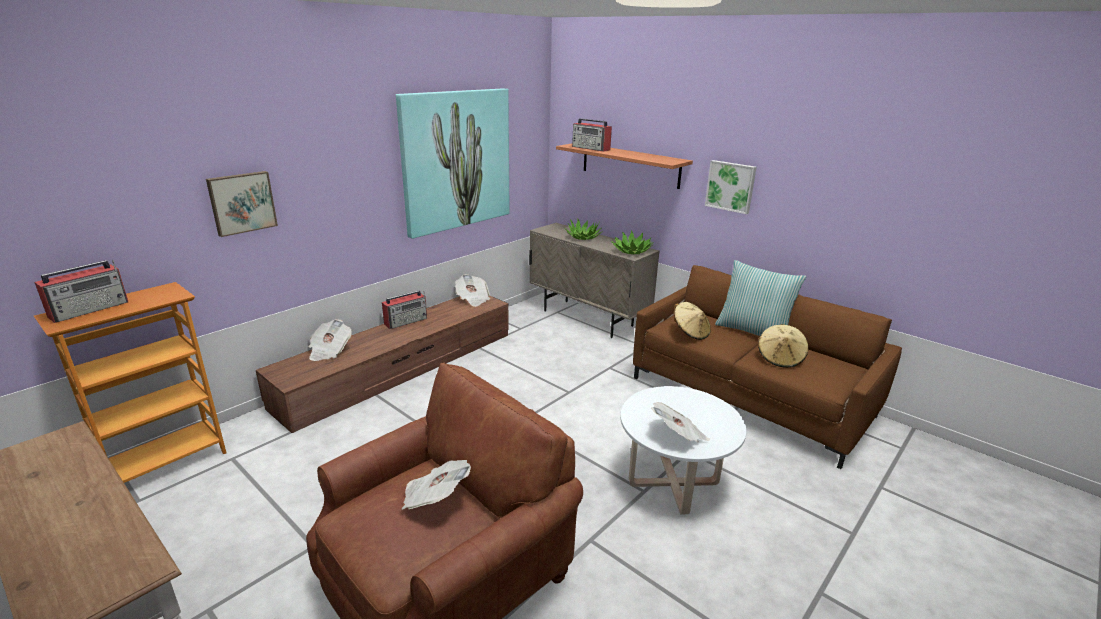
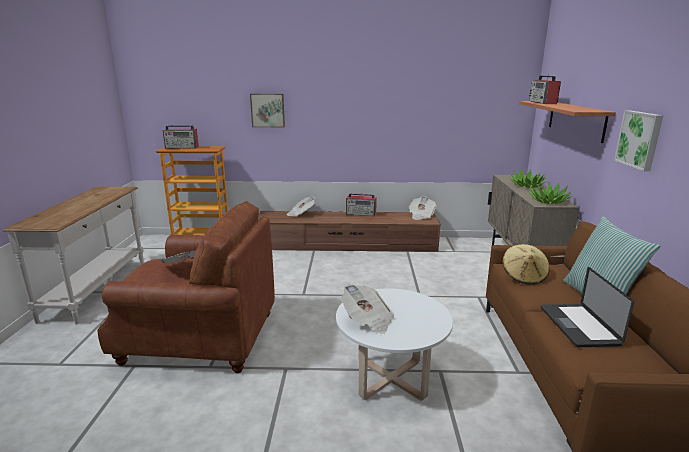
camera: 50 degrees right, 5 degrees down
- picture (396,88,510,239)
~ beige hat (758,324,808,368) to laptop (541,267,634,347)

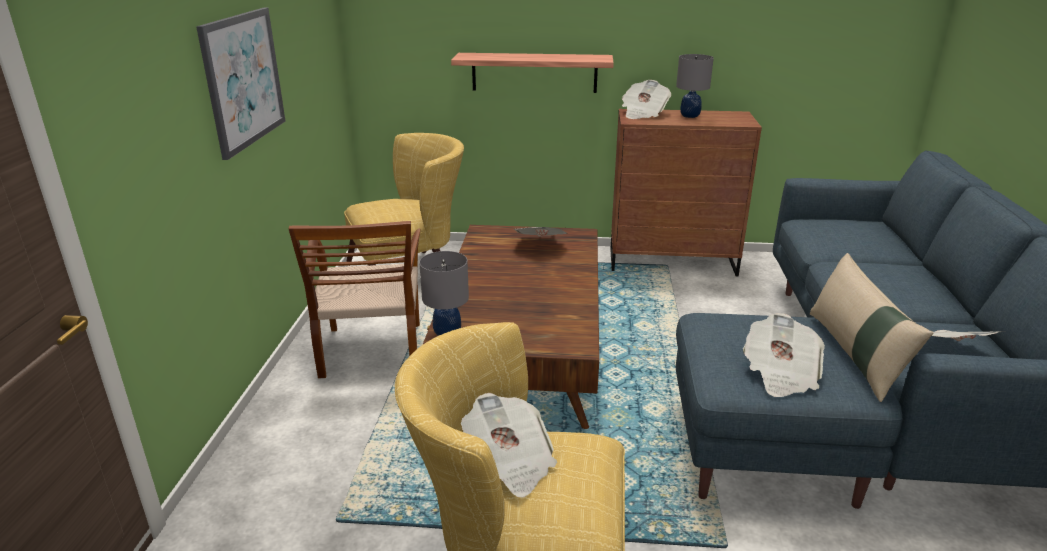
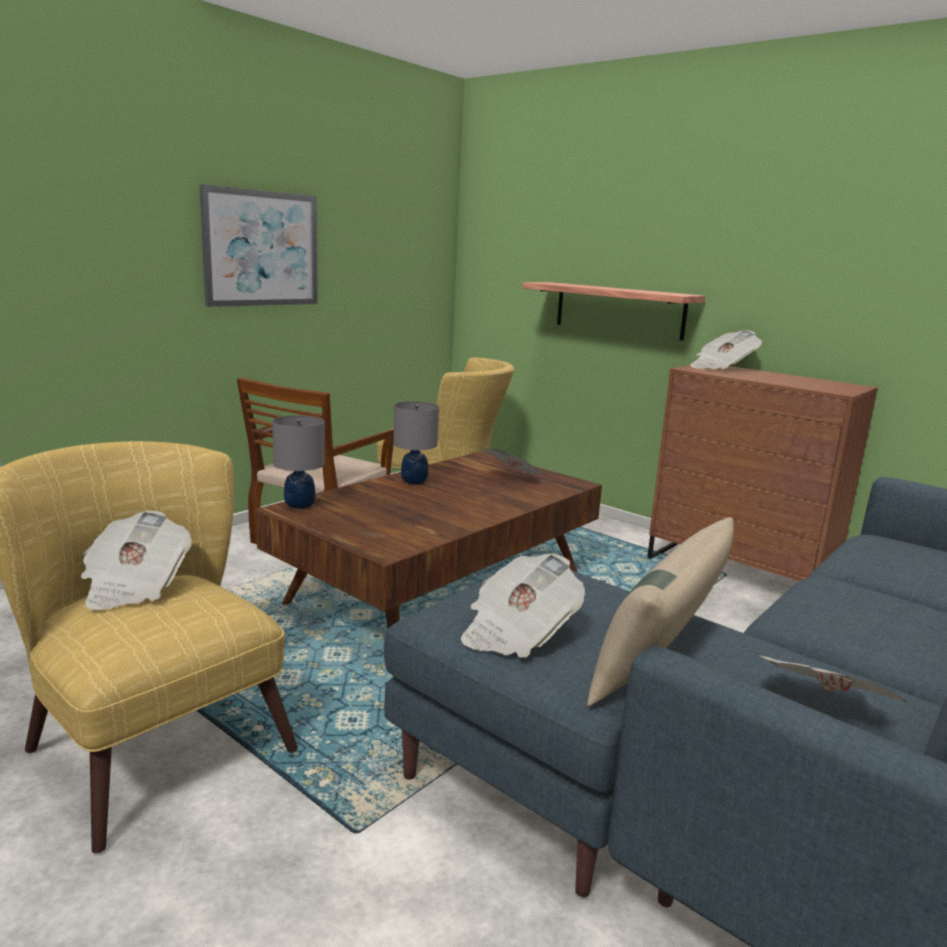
camera: 35 degrees right, 10 degrees down
~ grey table lamp (676,54,714,118) to (393,401,439,485)

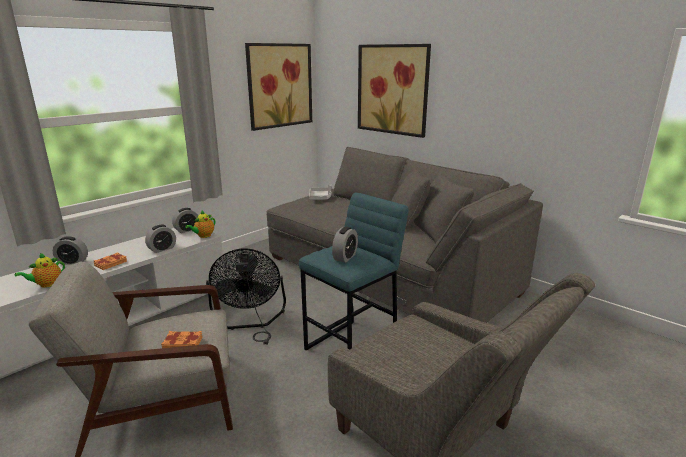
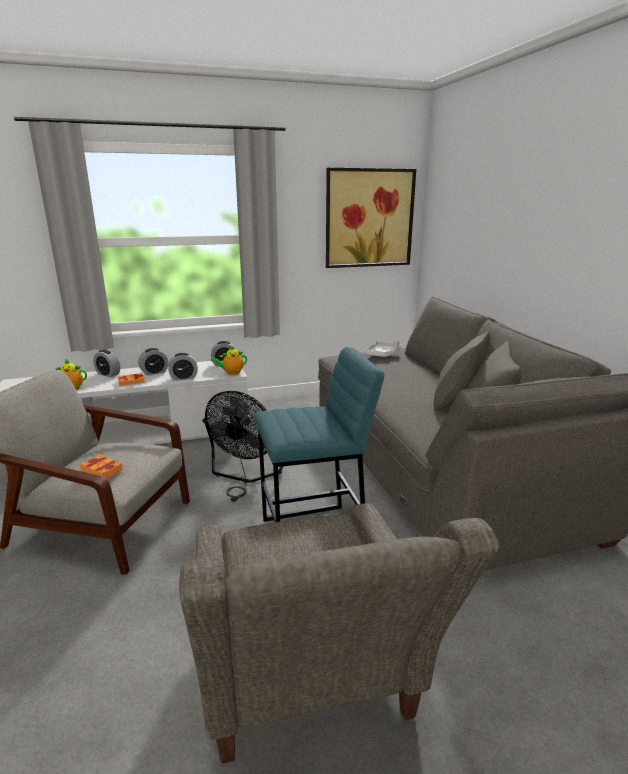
camera: 30 degrees right, 0 degrees up
~ alarm clock (332,227,358,263) to (138,348,168,376)
- picture (358,44,431,138)

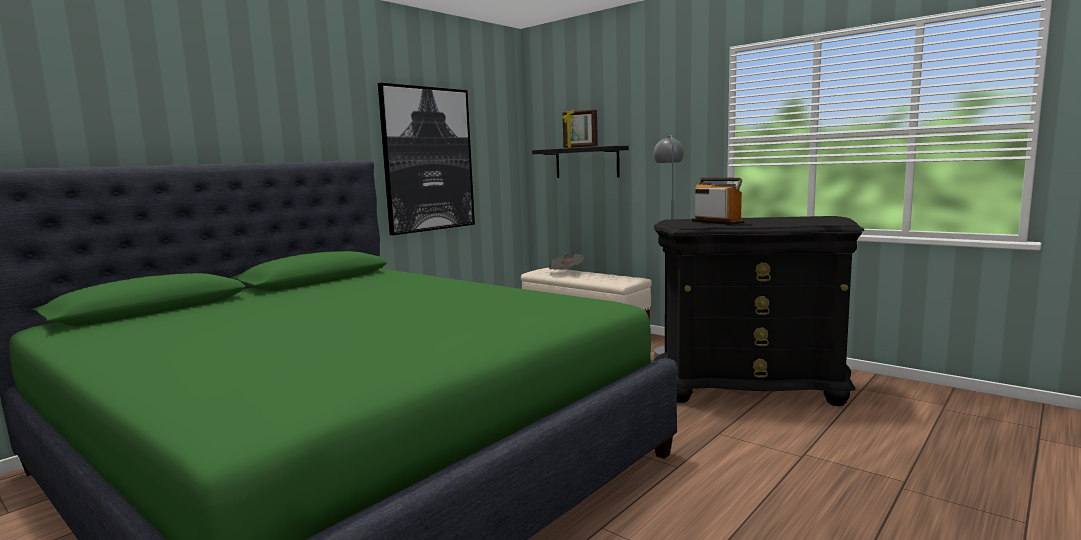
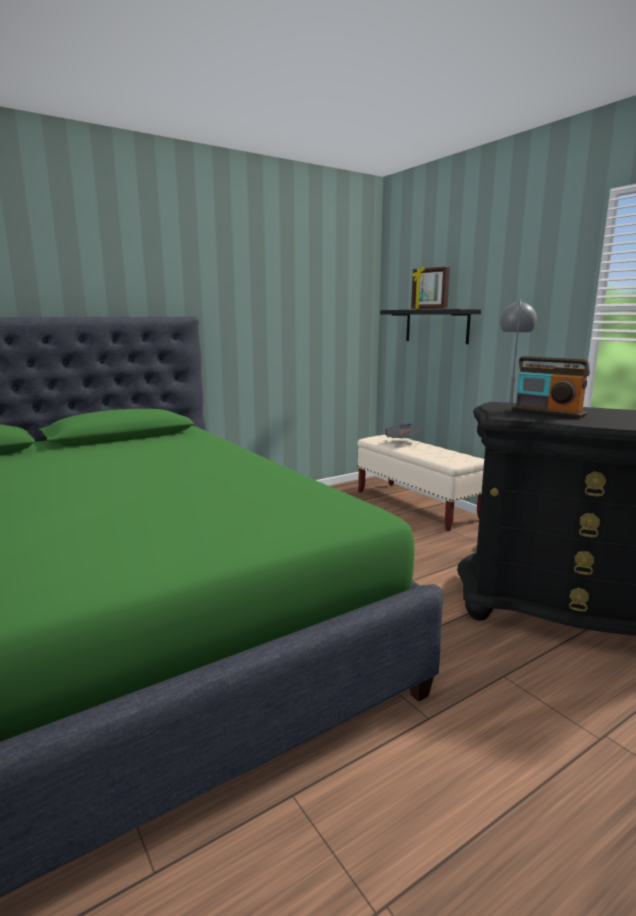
camera: 15 degrees right, 5 degrees up
- picture (378,83,475,235)
~ radio (692,178,744,225) = (512,356,590,419) 150 degrees clockwise

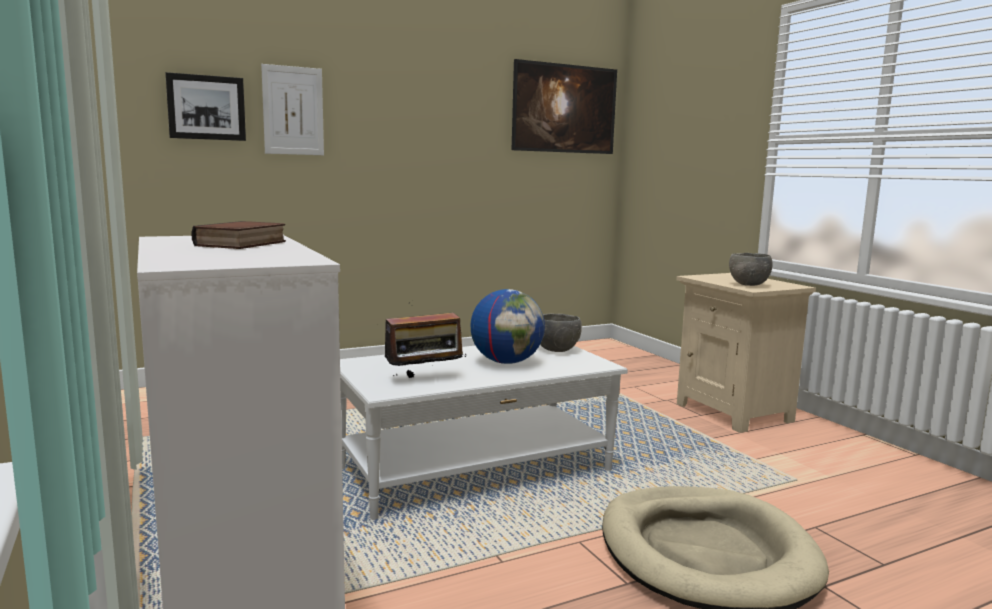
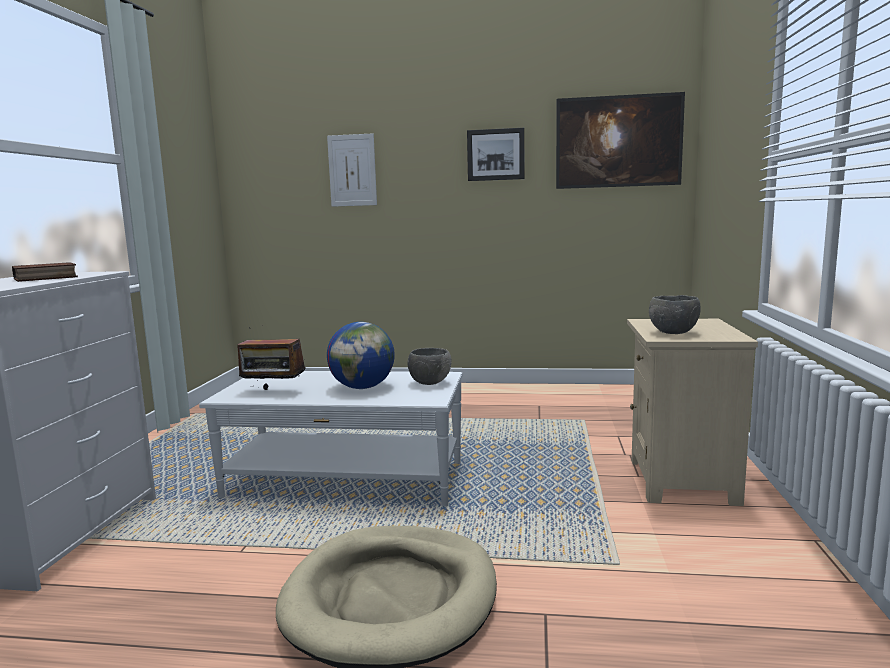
camera: 35 degrees right, 0 degrees up
~ picture (165,72,246,141) to (467,128,525,181)

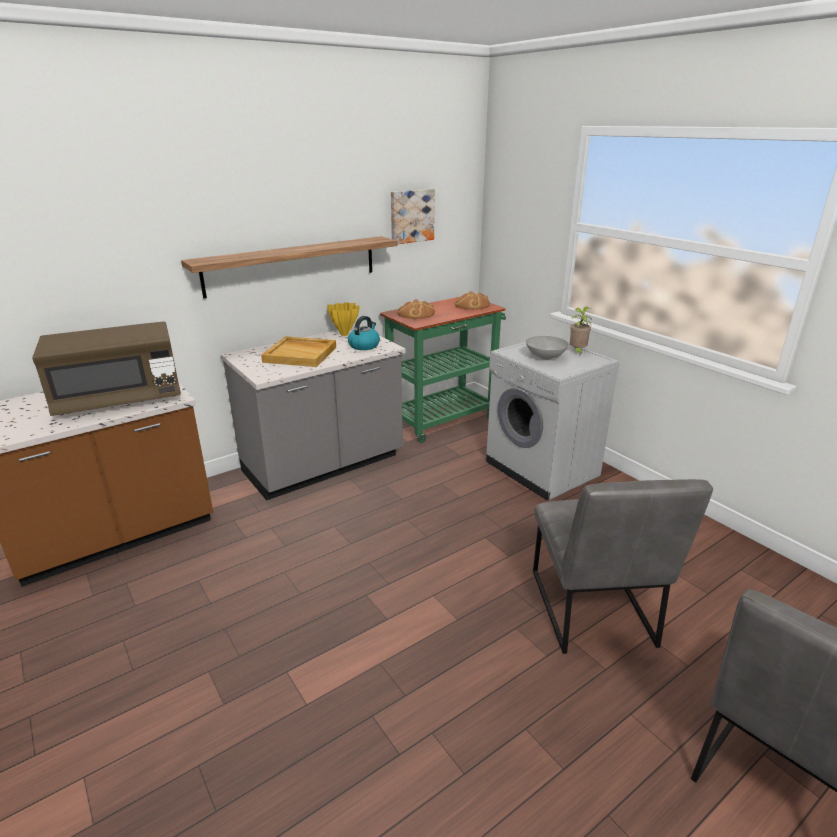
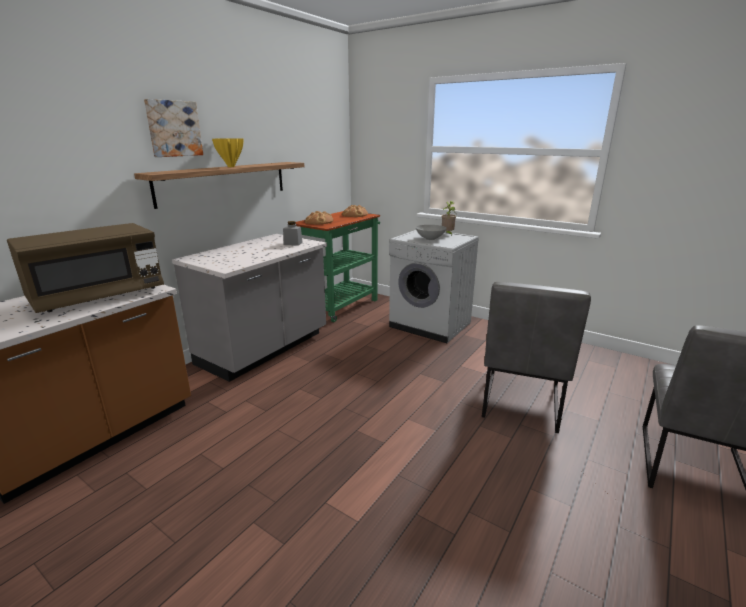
camera: 20 degrees left, 5 degrees down
- beige tray (261,336,336,367)
~ yellow vase (327,302,359,336) to (212,138,243,167)
~ kettle (348,316,380,350) to grey jar (283,221,303,246)
~ picture (391,189,435,244) to (144,99,203,157)
~ grey chair (533,479,713,654) = (482,282,591,433) 45 degrees clockwise

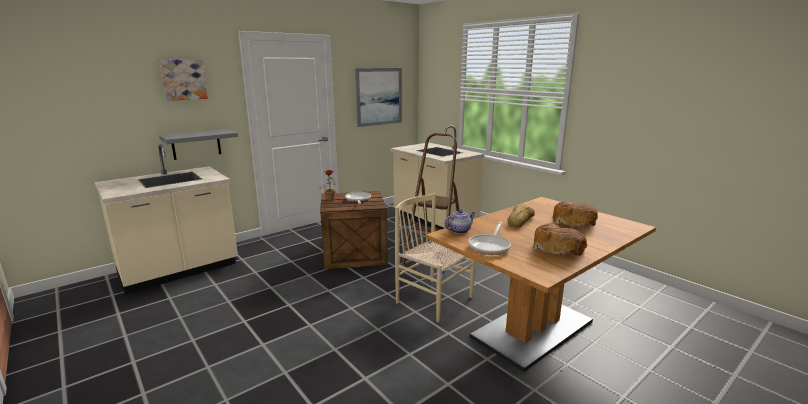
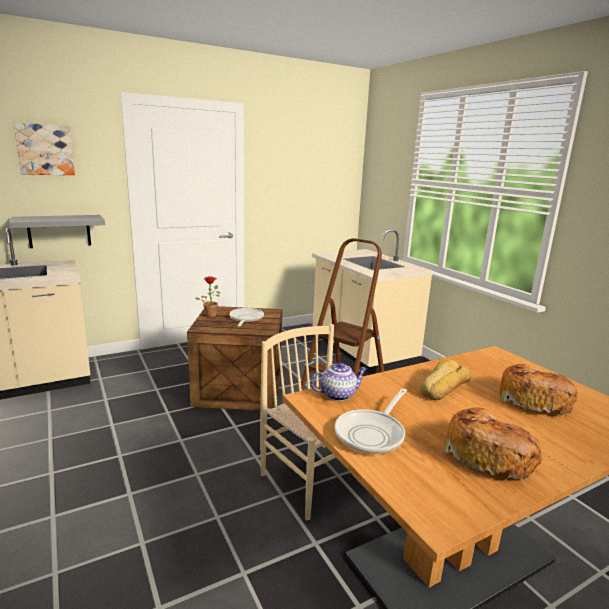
camera: 10 degrees right, 0 degrees up
- picture (355,68,402,127)

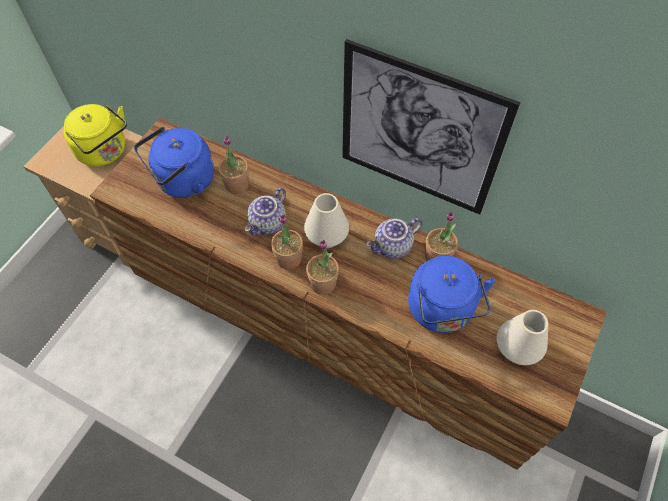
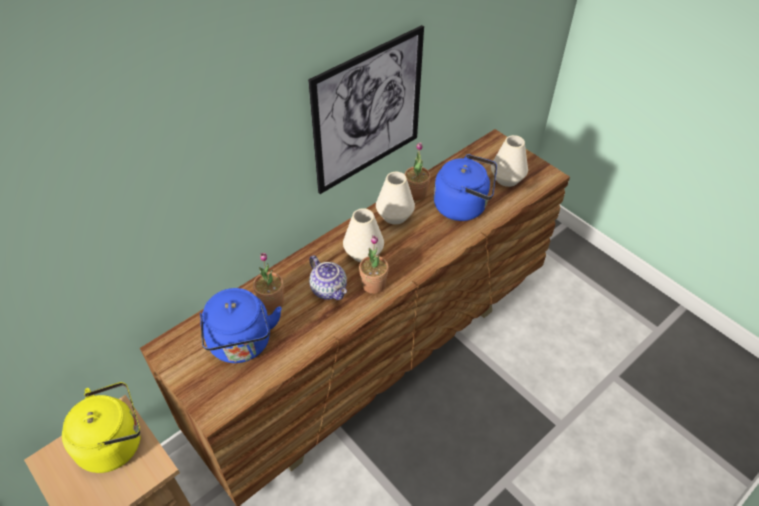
camera: 70 degrees left, 10 degrees down
- potted plant (306,240,339,295)
~ teapot (366,218,423,259) to white vase (376,172,415,224)

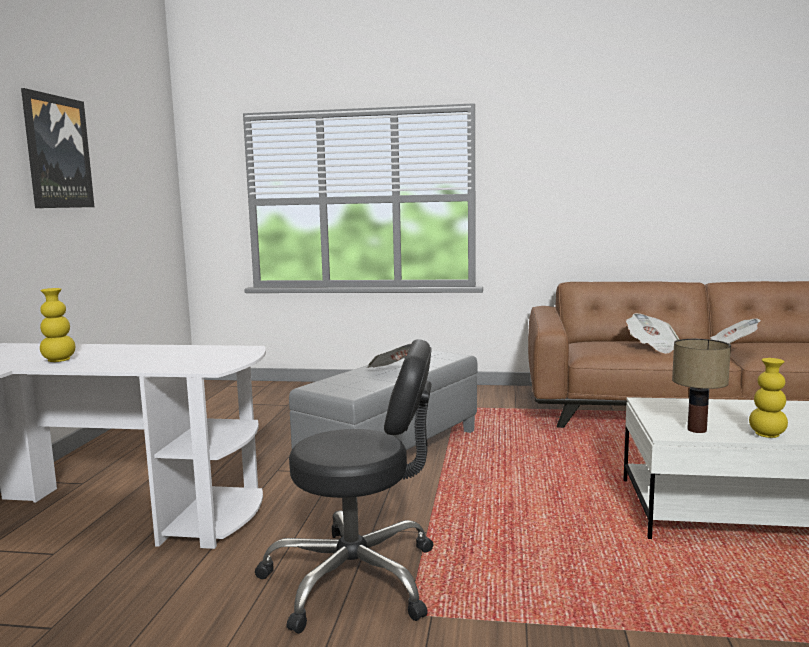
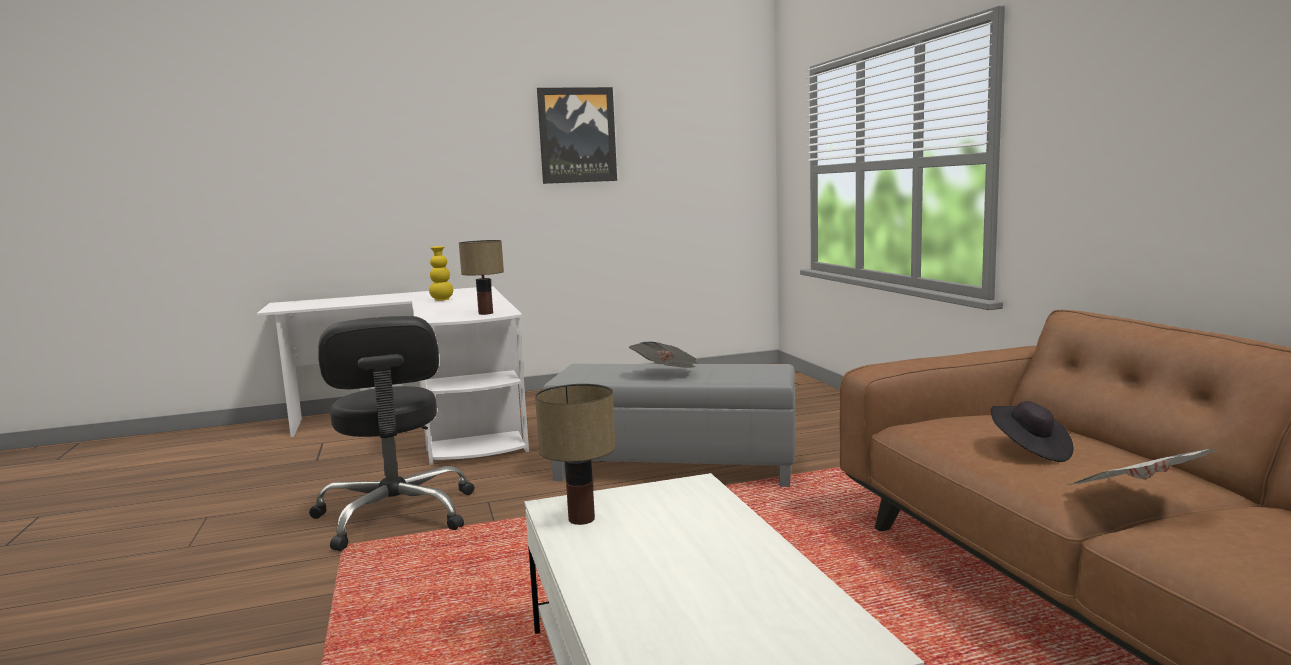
camera: 65 degrees right, 0 degrees up
~ newspaper (626,313,679,354) to black hat (991,401,1074,462)
- yellow vase (749,358,788,438)
+ table lamp (459,240,504,315)

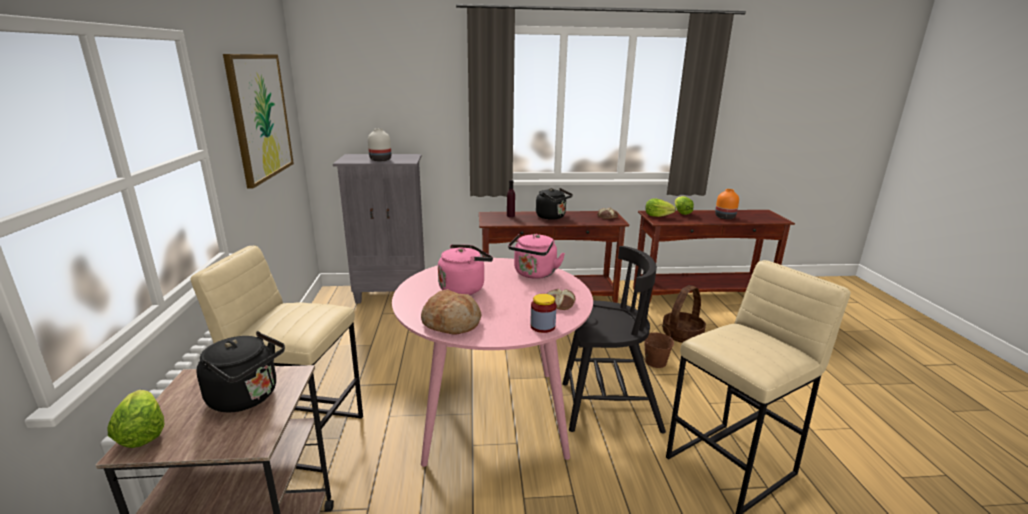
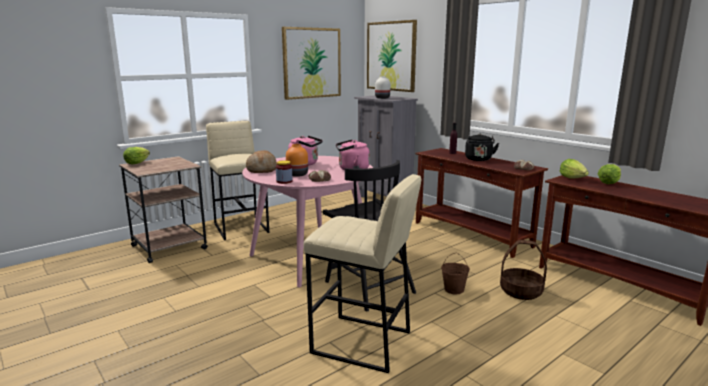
camera: 55 degrees right, 5 degrees down
- black kettle (196,331,285,412)
~ orange vase (715,189,739,219) to (286,144,308,177)
+ picture (367,20,417,92)

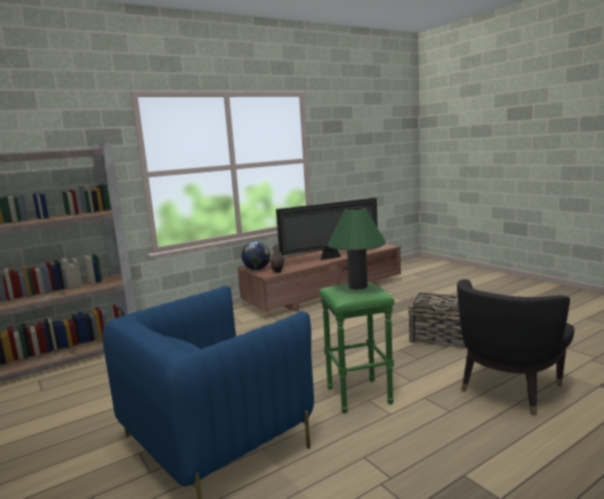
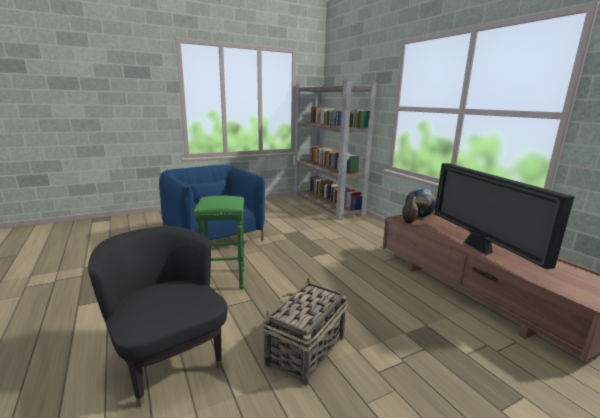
camera: 95 degrees right, 5 degrees up
- green table lamp (327,208,386,289)

